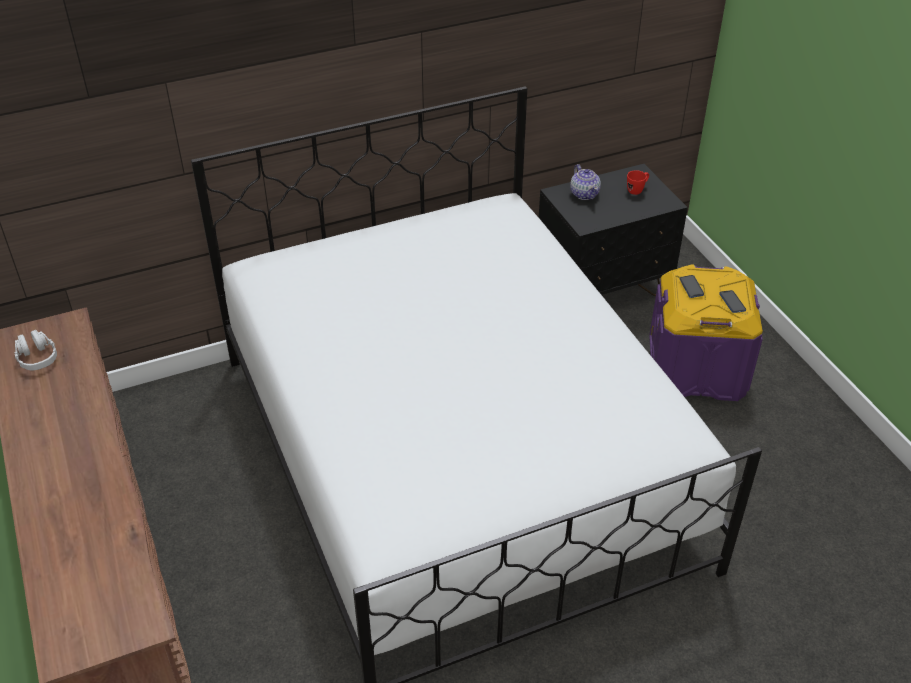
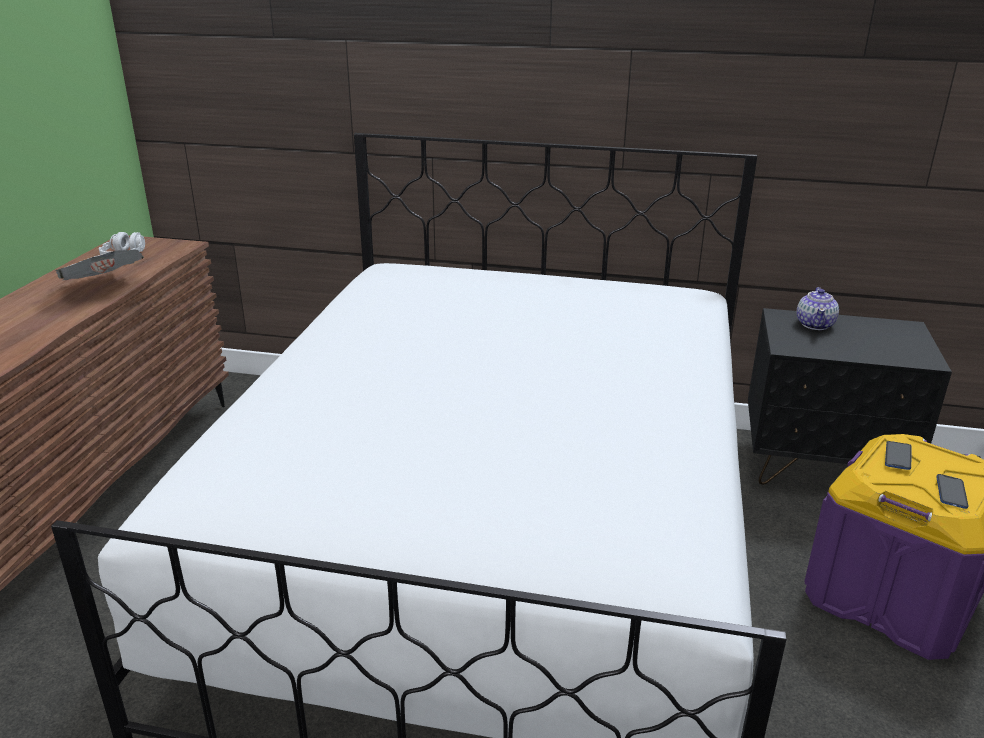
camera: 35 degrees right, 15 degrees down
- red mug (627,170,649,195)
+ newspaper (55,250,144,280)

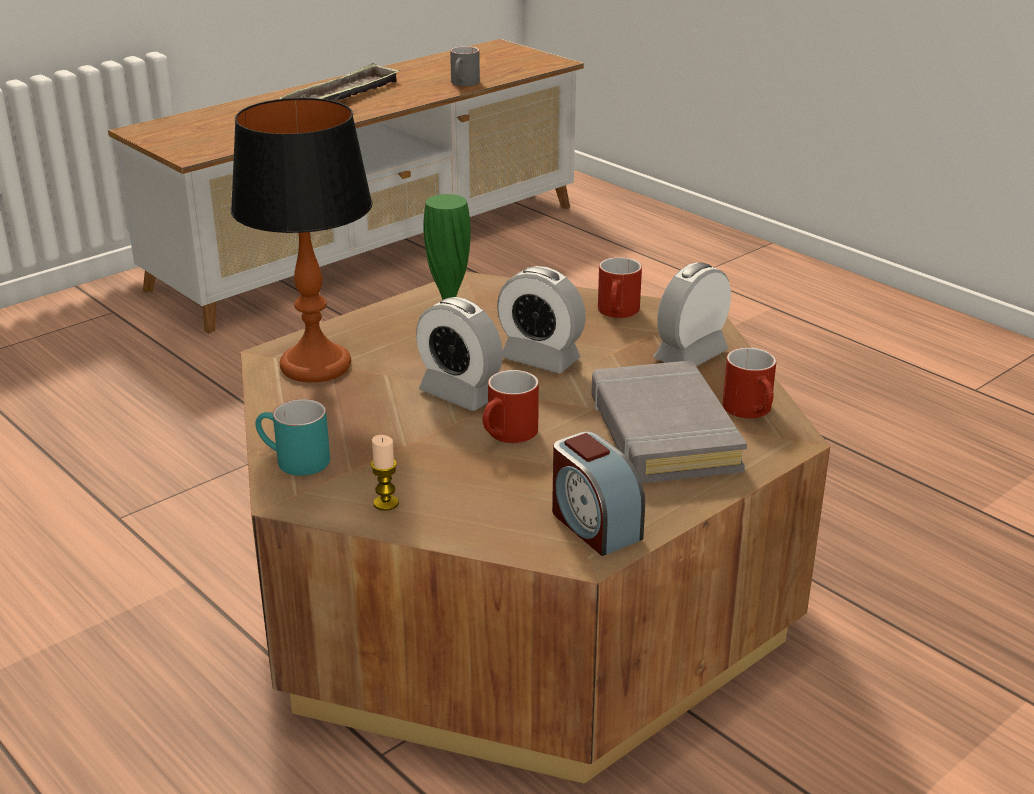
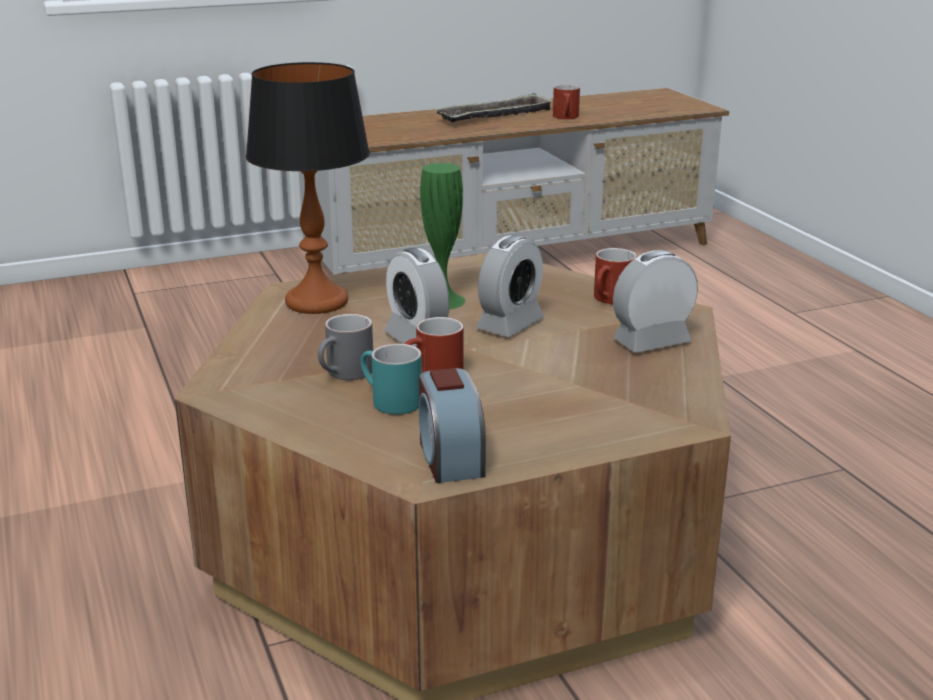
camera: 20 degrees right, 5 degrees down
~ turquoise mug (255,399,330,476) to (360,344,422,415)
- candle (371,435,399,511)
~ grey mug (450,46,480,86) to (318,314,373,380)
~ alarm clock (497,266,586,373) = (476,235,544,337) 105 degrees counterclockwise
- grey book (591,360,747,483)
~ red mug (723,348,776,418) to (553,84,580,119)

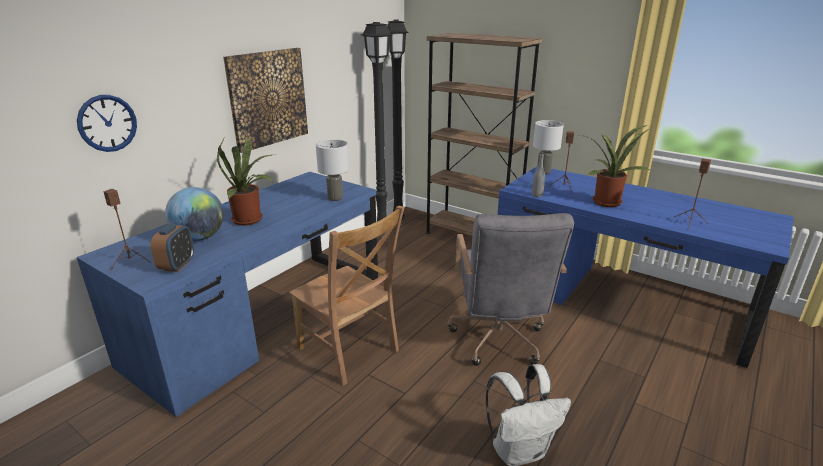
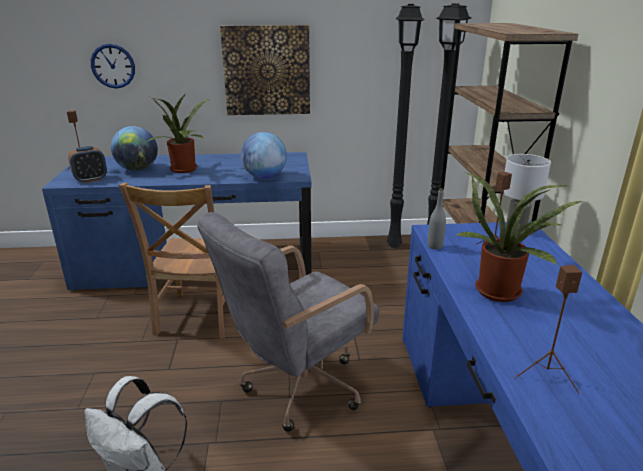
camera: 50 degrees right, 0 degrees up
~ white table lamp (316,139,349,201) to globe (241,132,287,178)

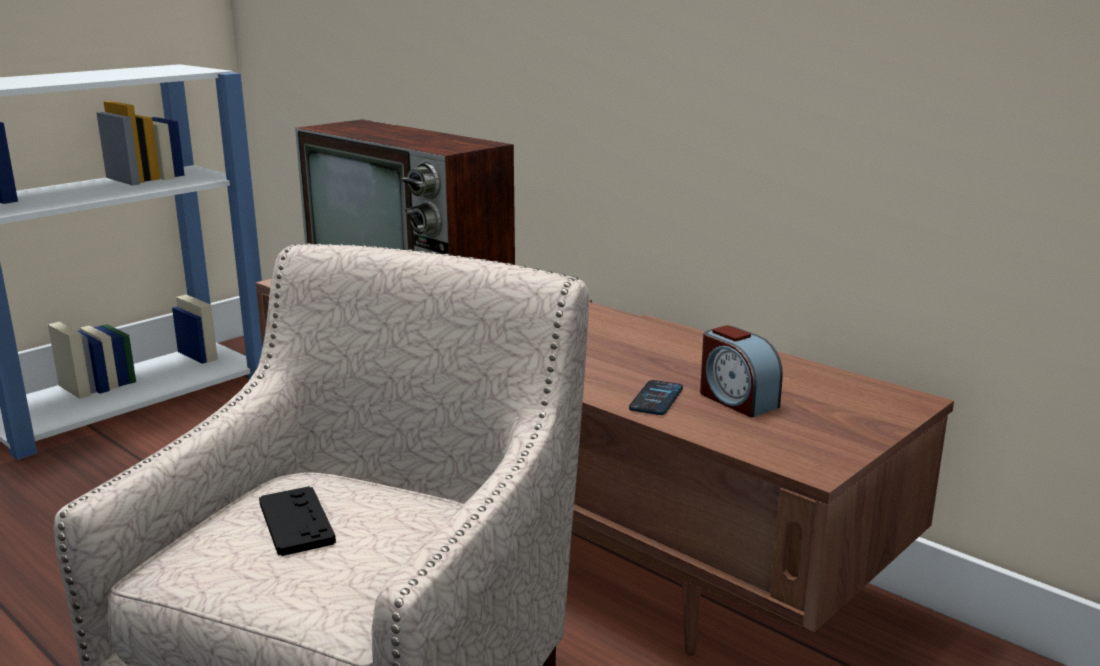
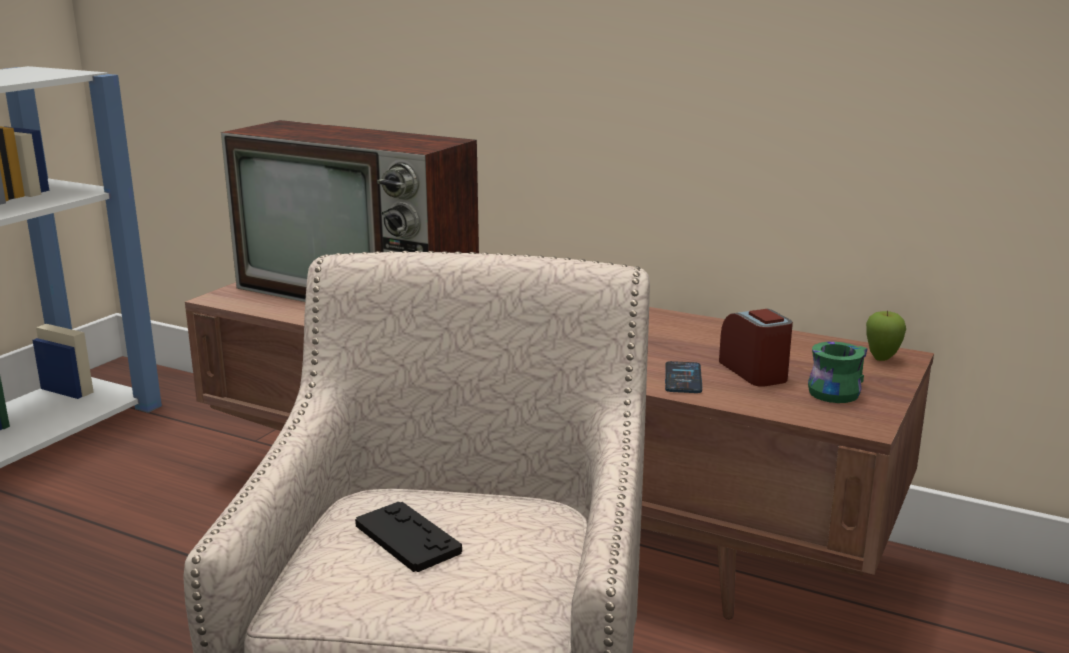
camera: 15 degrees left, 0 degrees up
~ alarm clock (700,325,783,418) = (719,309,793,387) 150 degrees counterclockwise
+ green mug (808,342,868,403)
+ apple (866,311,906,361)

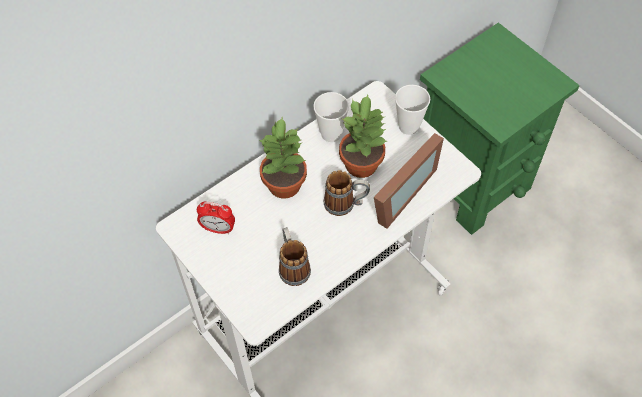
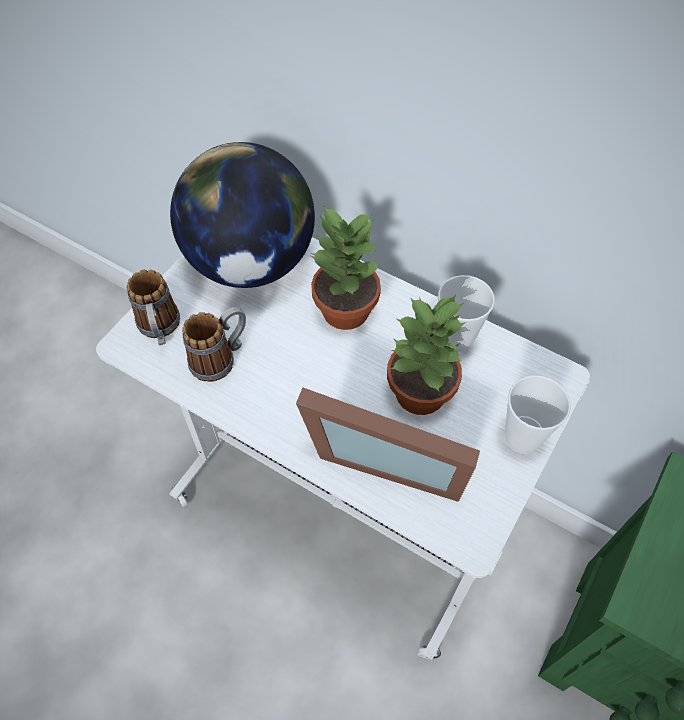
camera: 70 degrees right, 0 degrees up
~ alarm clock (197,202,235,234) to globe (170,142,315,288)
~ mug (324,170,370,216) to (127,269,180,345)

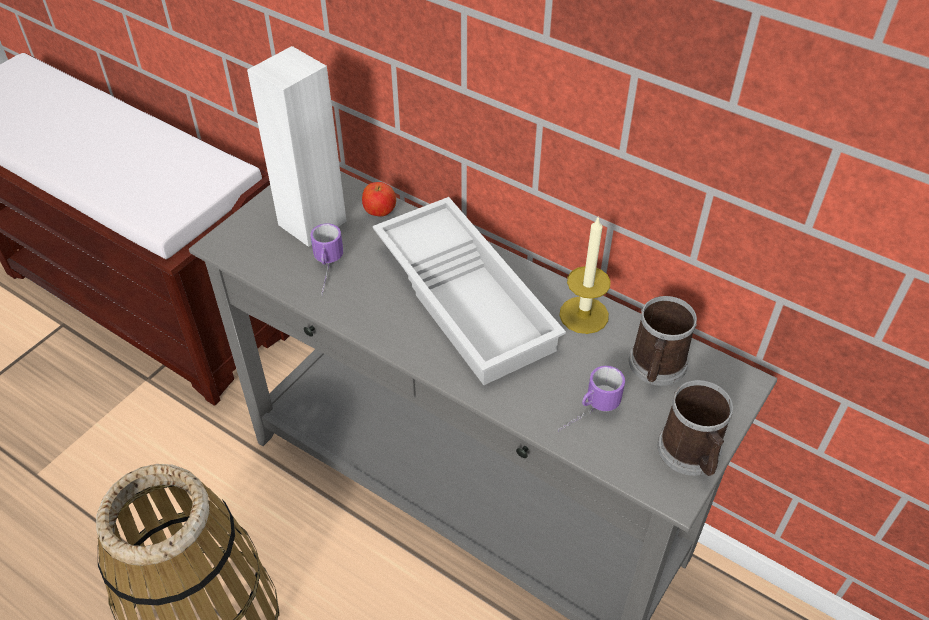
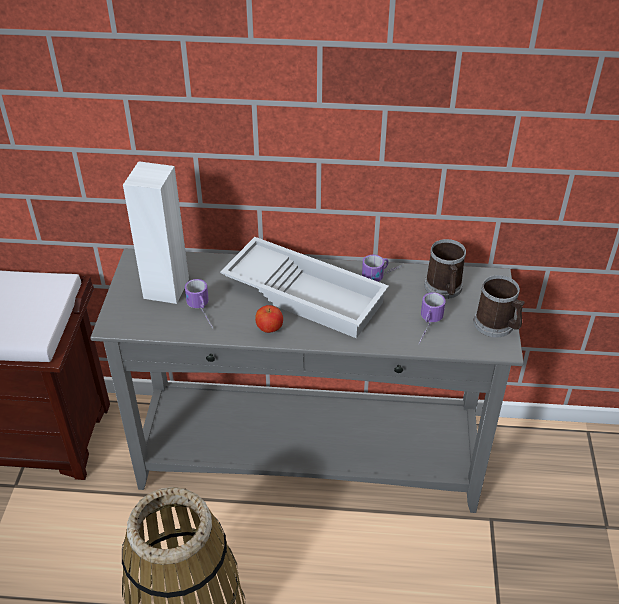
camera: 30 degrees left, 5 degrees down
~ apple (362,182,396,217) to (255,305,283,333)
~ candle (559,216,611,334) to mug (362,255,401,282)

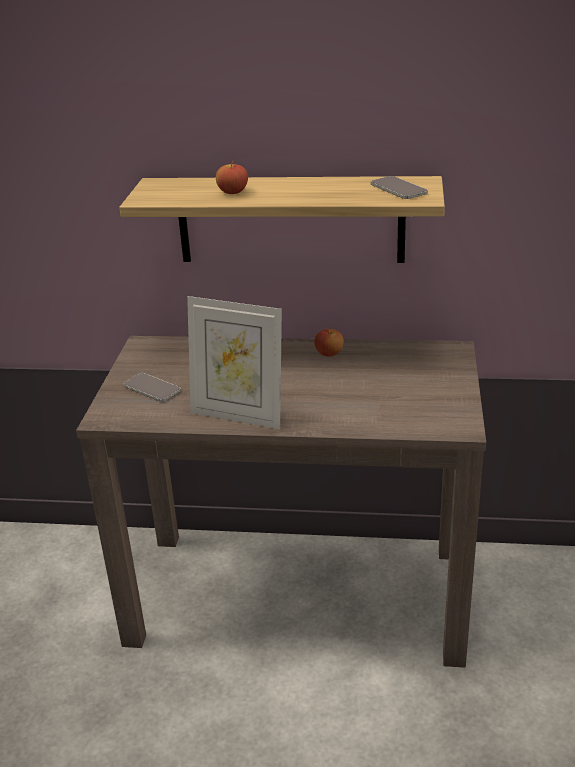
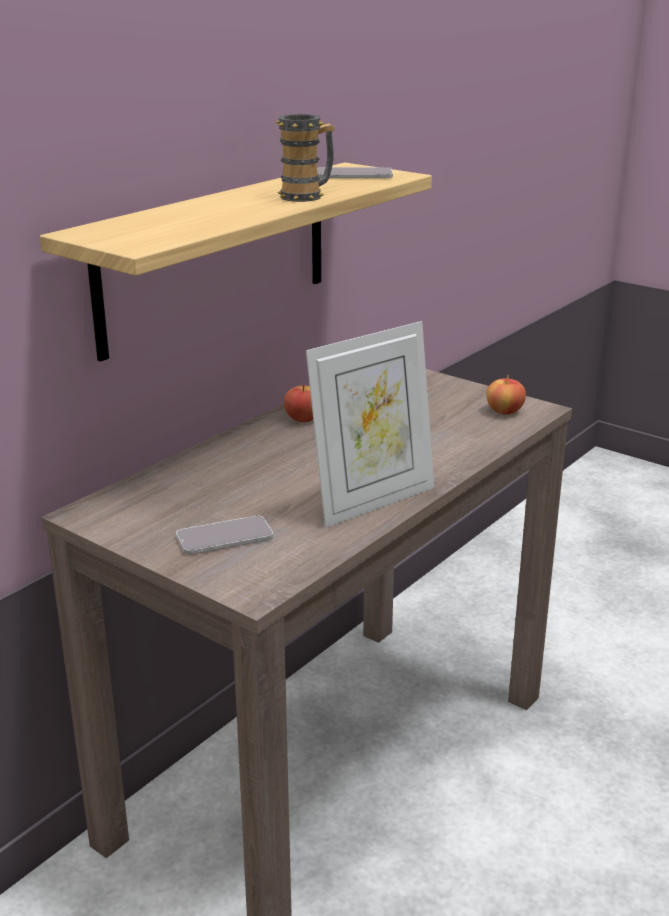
camera: 60 degrees left, 5 degrees down
~ apple (216,161,248,194) to (486,375,526,415)
+ mug (276,114,336,202)

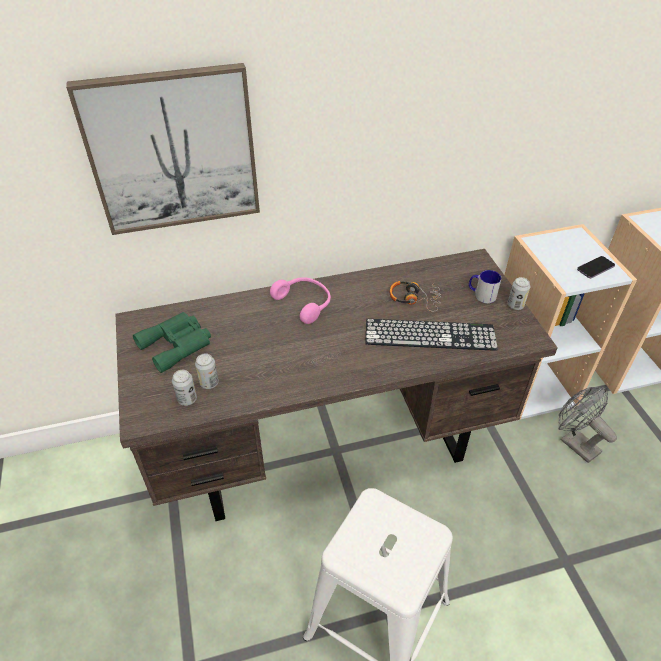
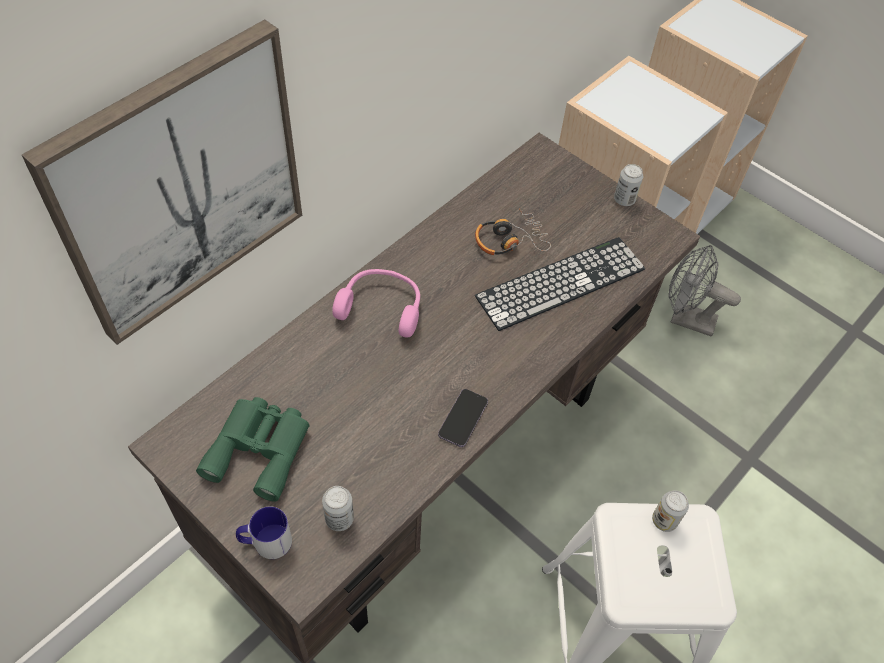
camera: 35 degrees left, 10 degrees up
~ can (195,353,219,389) to (652,490,689,532)
~ mug (469,270,501,303) to (236,507,292,559)
~ phone (577,256,615,278) to (438,389,488,447)

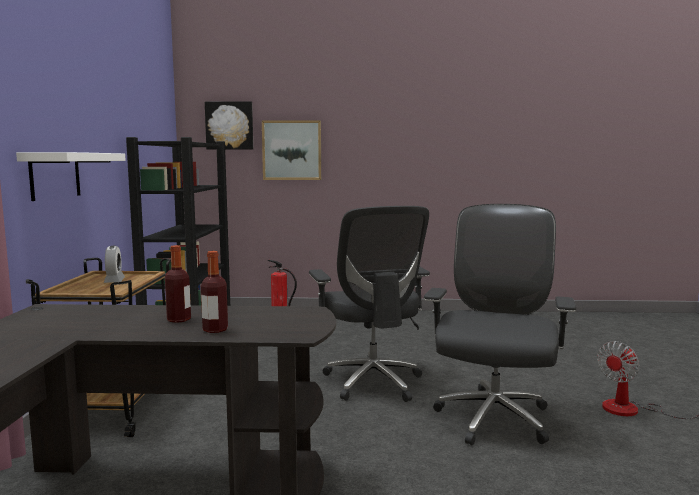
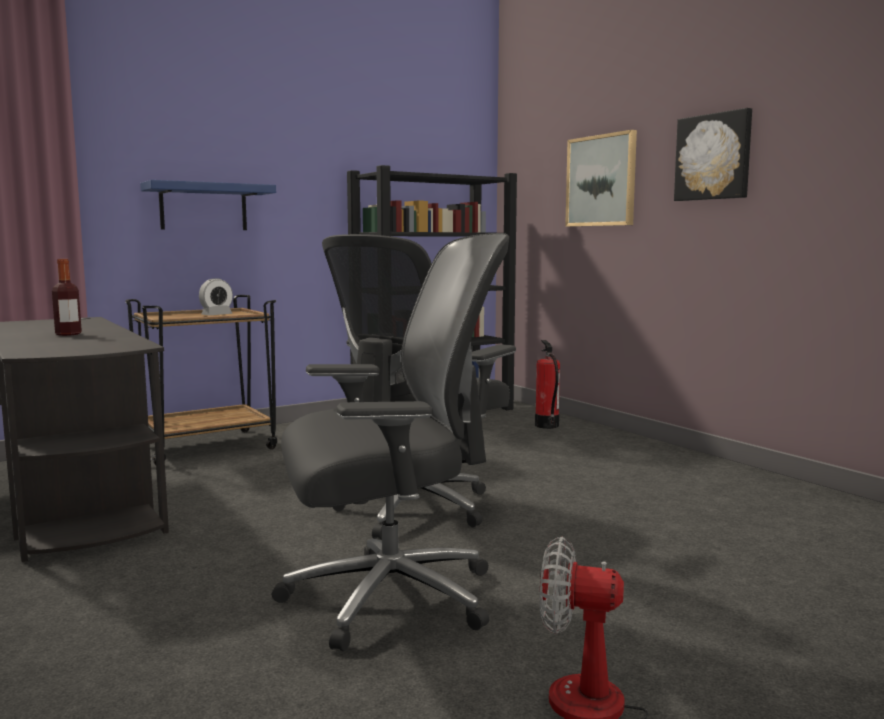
camera: 55 degrees right, 0 degrees up
~ white shelf (16,152,126,201) to blue shelf (140,180,276,230)
- bottle (201,251,228,333)
~ picture (205,101,253,150) to (674,108,752,201)

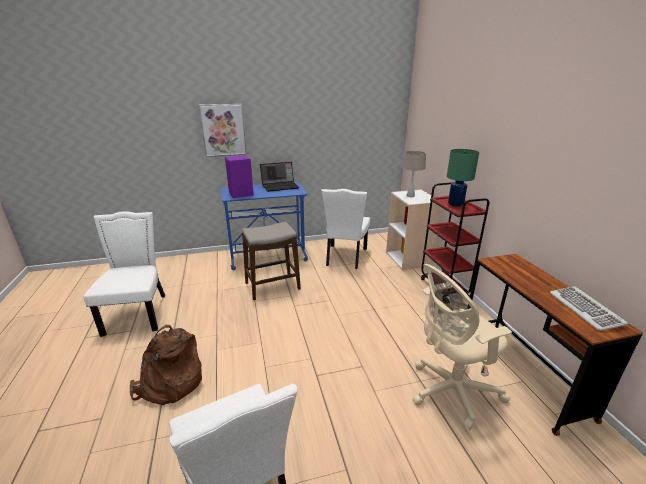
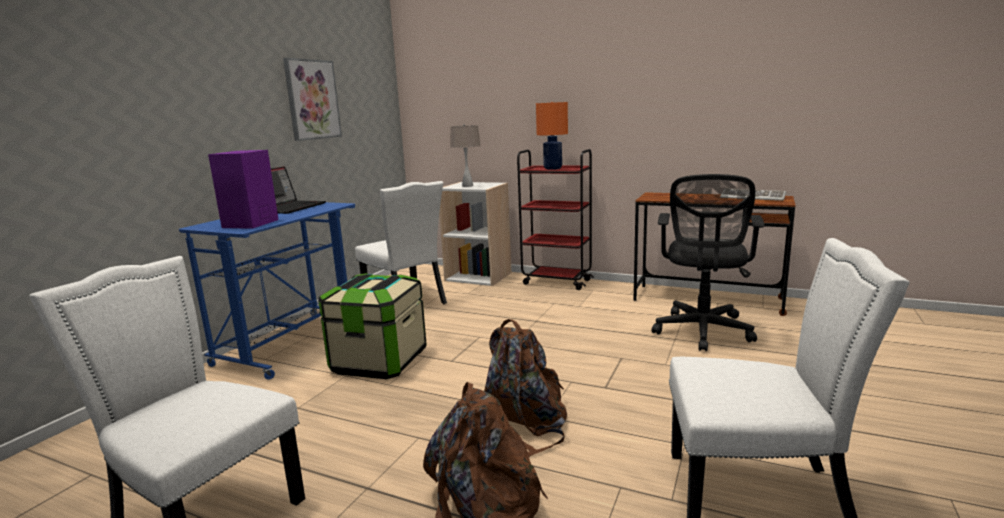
camera: 50 degrees left, 10 degrees down
~ picture (199,104,247,157) to (283,58,342,141)
~ stool (242,222,301,300) to storage box (318,273,427,379)
~ beige office chair (413,264,512,430) to black office chair (652,174,764,352)
~ green table lamp (447,149,479,207) to orange table lamp (536,102,568,170)
+ brown backpack (484,319,567,457)

